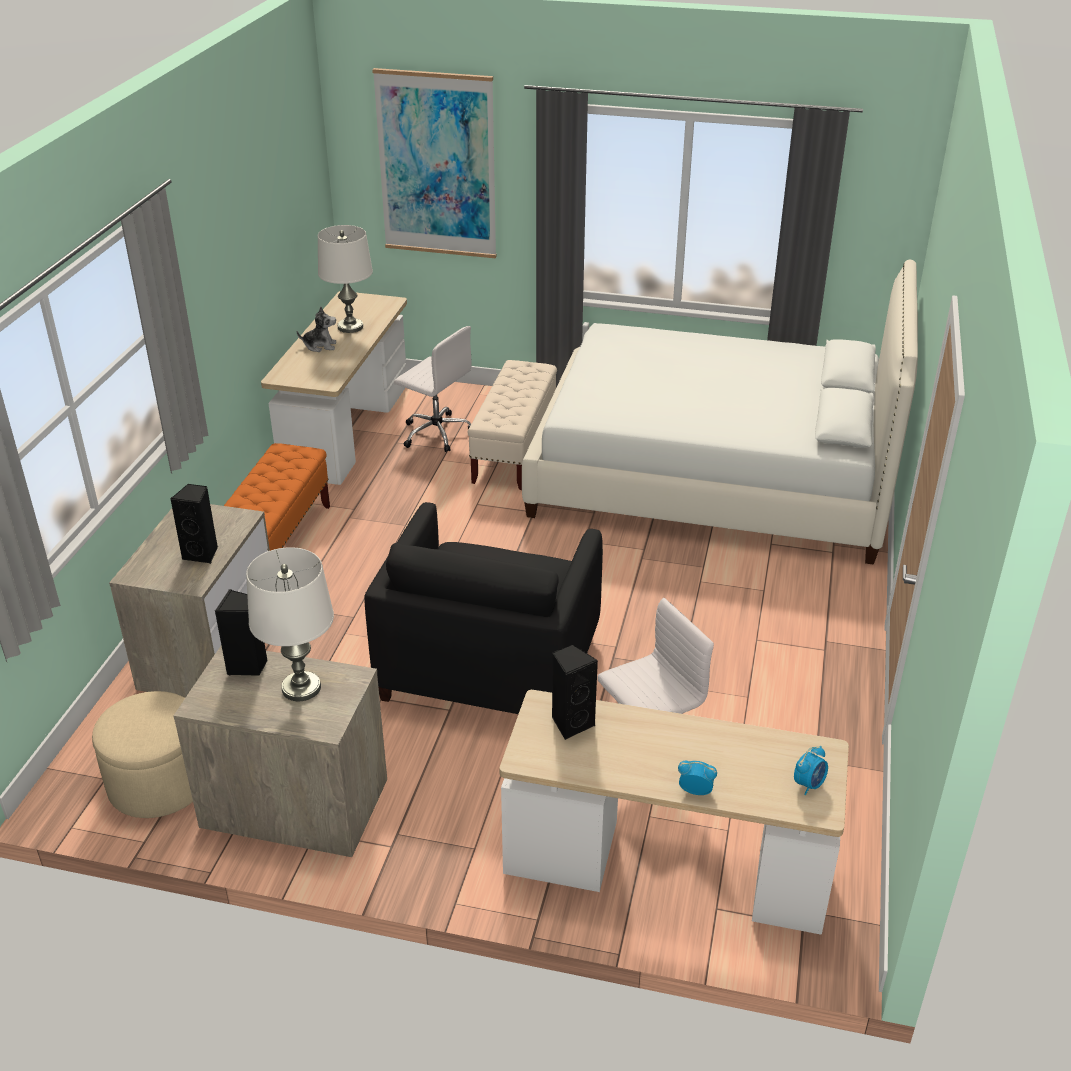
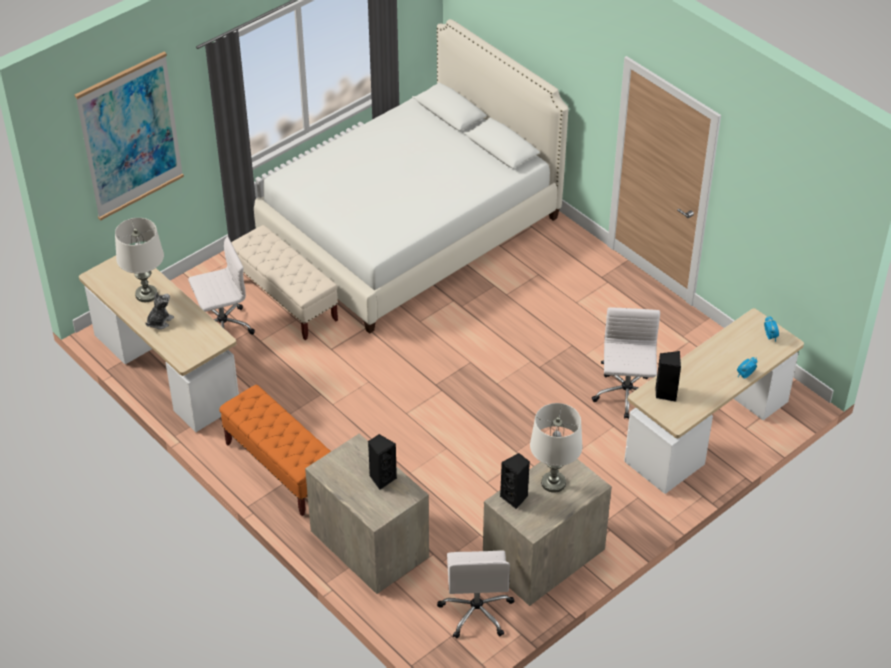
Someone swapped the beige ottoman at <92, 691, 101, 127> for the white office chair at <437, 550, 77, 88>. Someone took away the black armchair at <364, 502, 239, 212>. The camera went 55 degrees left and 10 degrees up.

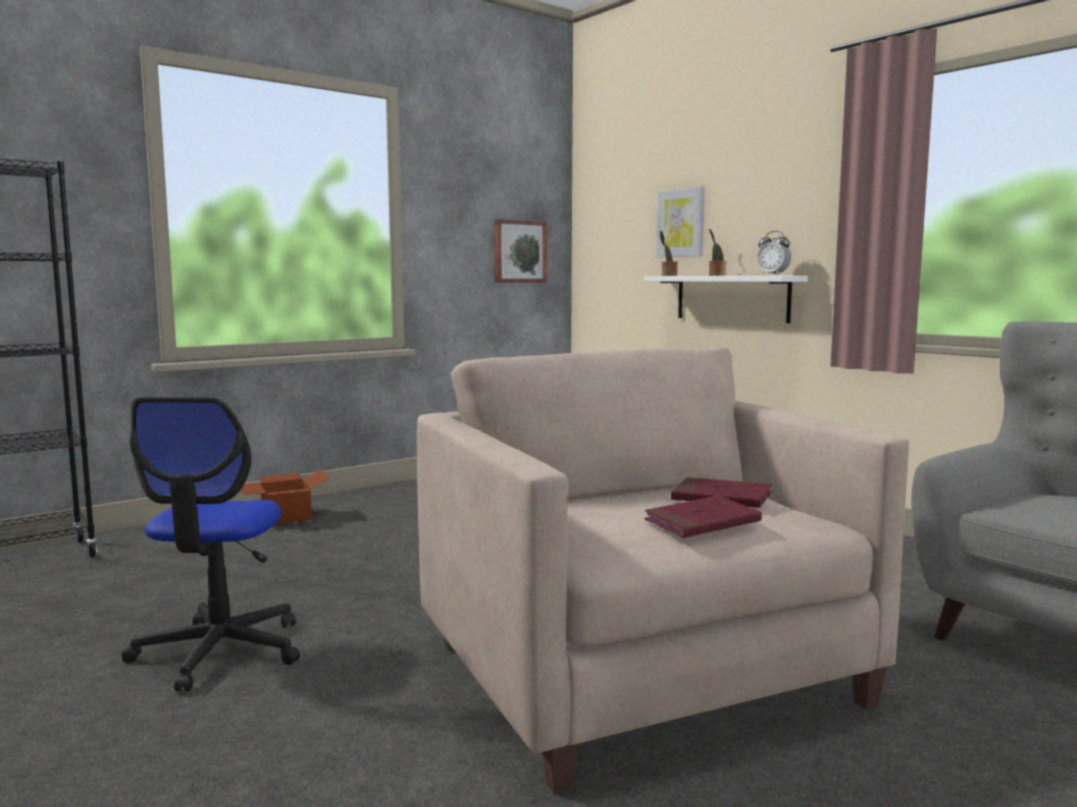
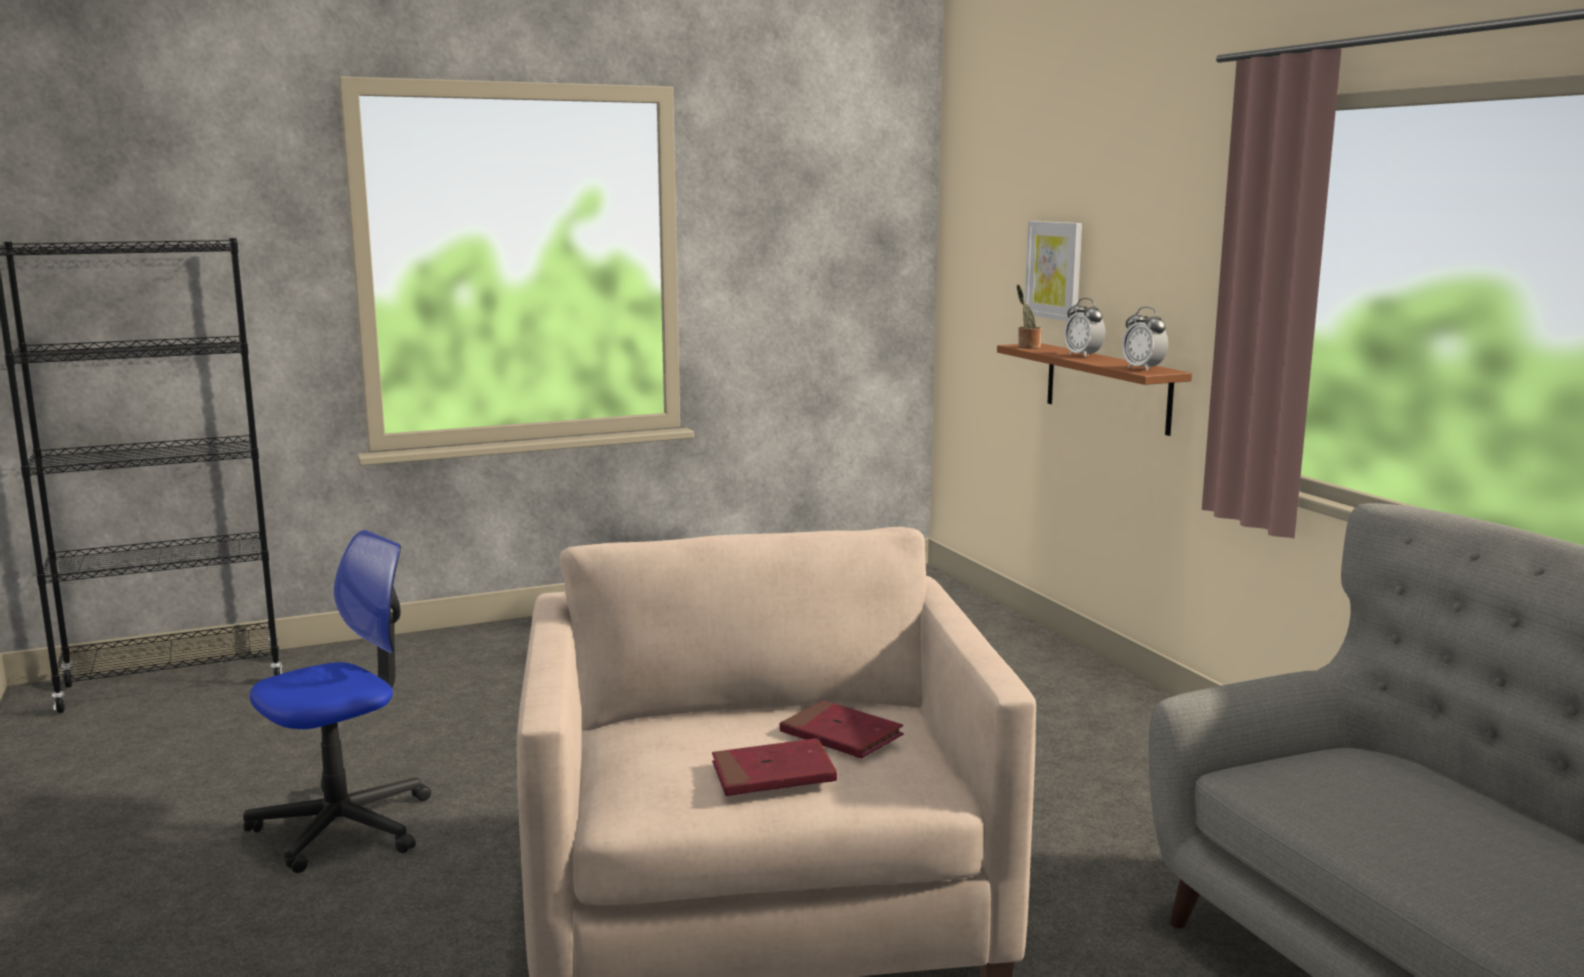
Someone rotated the office chair at <121, 397, 179, 294> by 150 degrees counterclockwise. Someone took away the cardboard box at <241, 470, 89, 54>. Someone took away the picture at <494, 219, 53, 64>. Someone repainted the white shelf at <644, 276, 164, 47>, which became the brown shelf at <997, 343, 195, 93>. Someone swapped the potted plant at <709, 229, 17, 47> for the alarm clock at <1064, 298, 41, 60>. The camera went 15 degrees right and 5 degrees up.

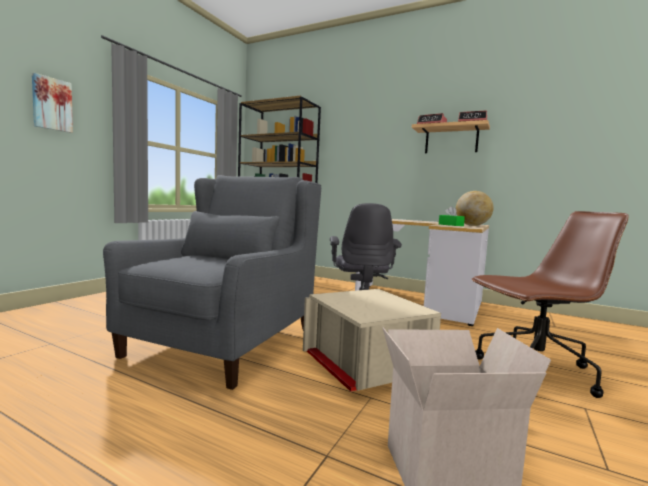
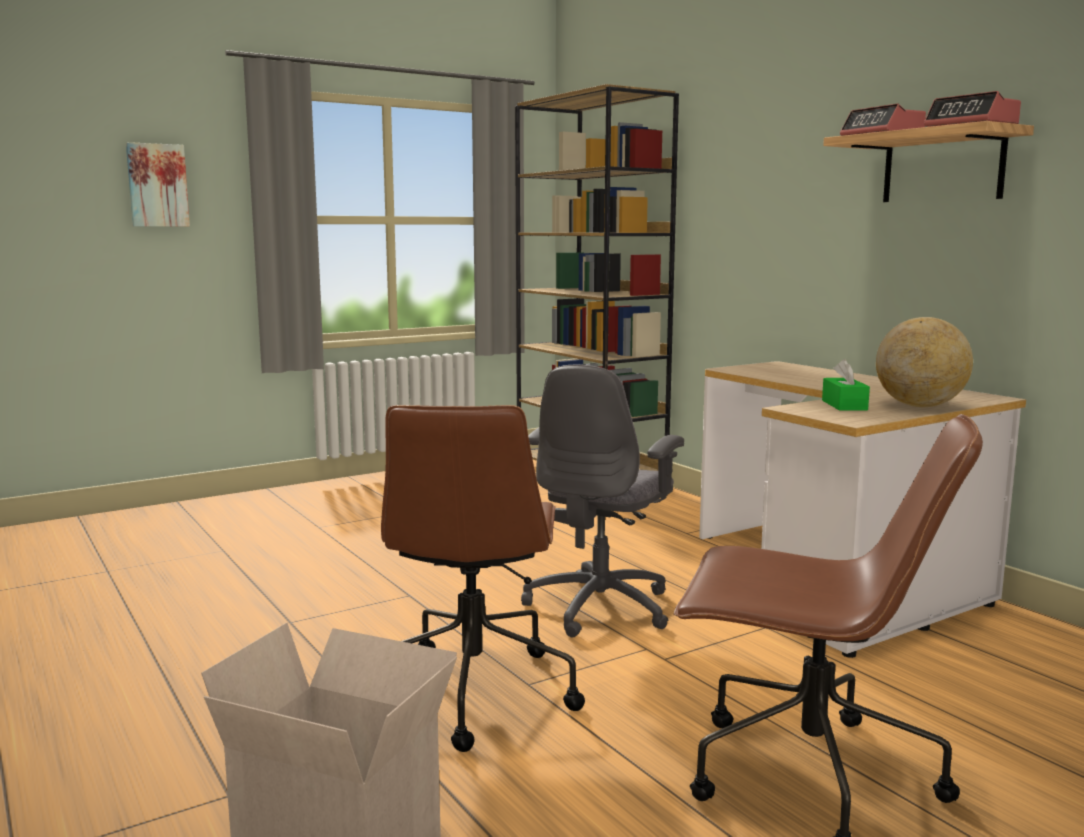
Someone took away the grey armchair at <103, 175, 218, 215>. Someone swapped the beige storage box at <303, 289, 138, 103> for the brown office chair at <381, 405, 204, 347>. The camera went 30 degrees right and 5 degrees up.

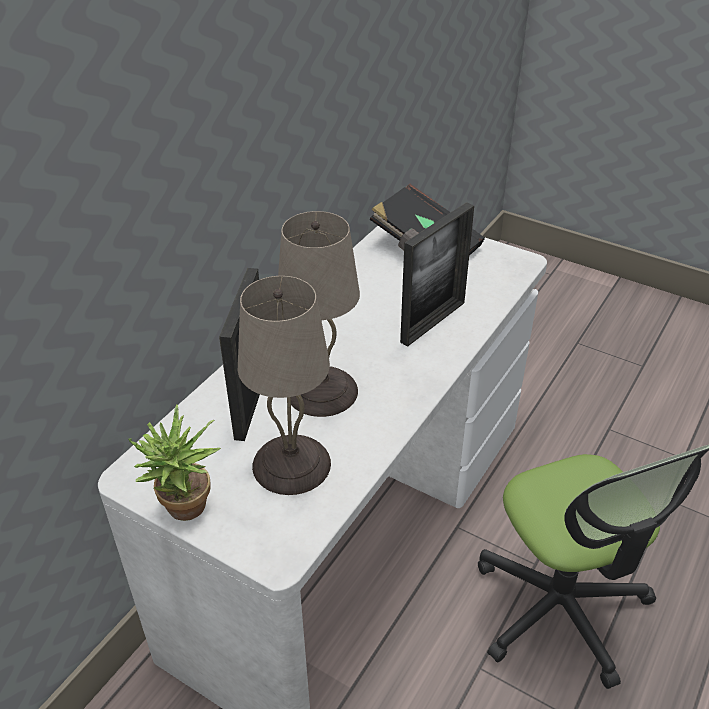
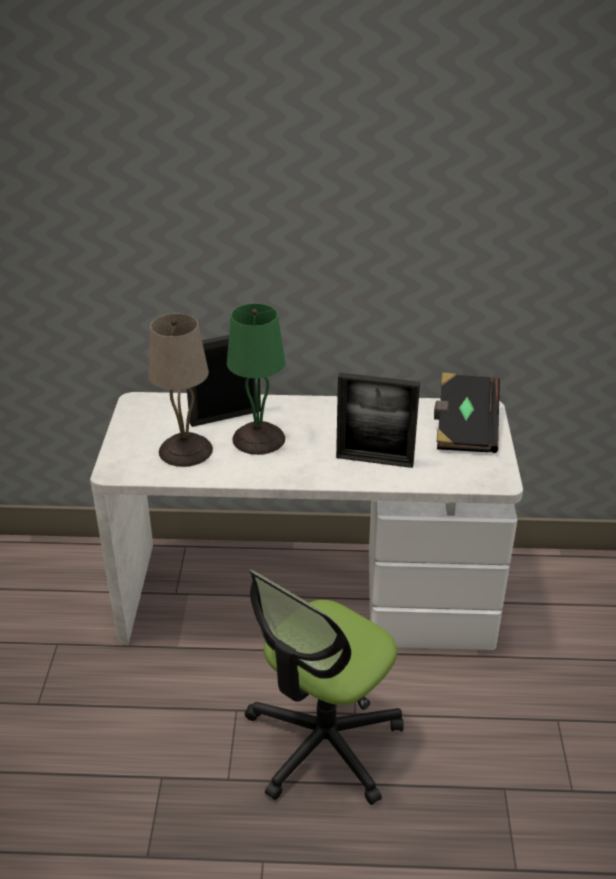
Someone took away the potted plant at <129, 405, 92, 116>. Someone repainted the beige table lamp at <278, 211, 82, 206>, which became the green table lamp at <227, 303, 59, 152>. The camera went 60 degrees right and 5 degrees down.

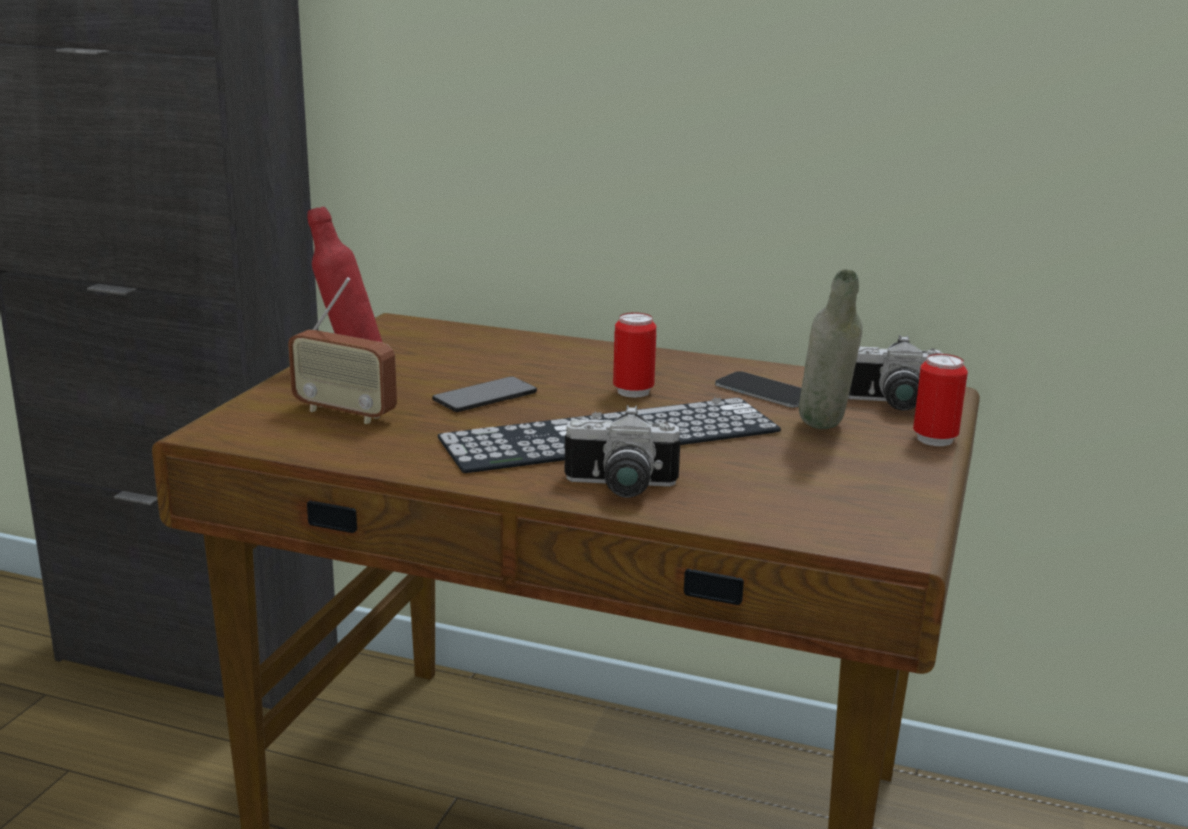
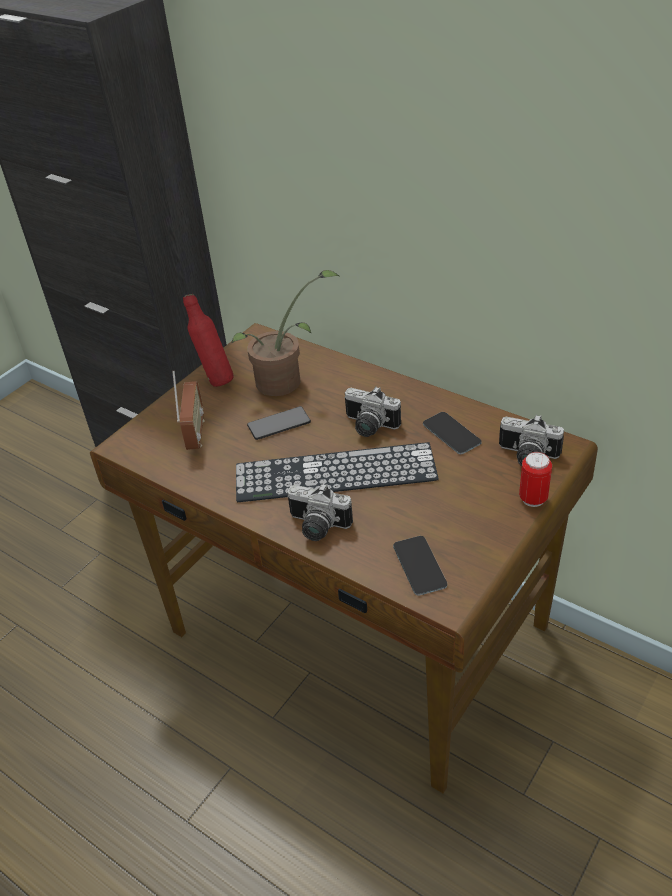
Someone rotated the radio at <288, 277, 109, 147> by 135 degrees counterclockwise. Someone swapped the can at <613, 312, 43, 86> for the photo camera at <344, 386, 57, 51>. Someone took away the grey bottle at <799, 269, 64, 160>. Someone put down the potted plant at <232, 270, 107, 126>. Someone put down the phone at <393, 536, 54, 59>. The camera went 20 degrees right and 20 degrees up.

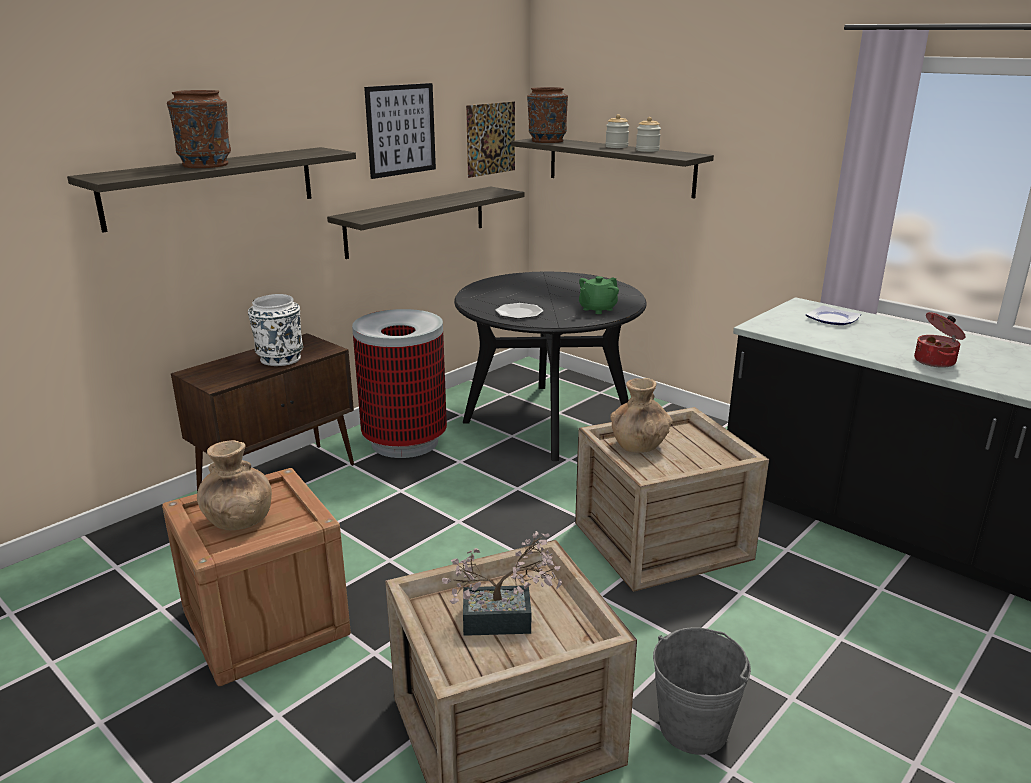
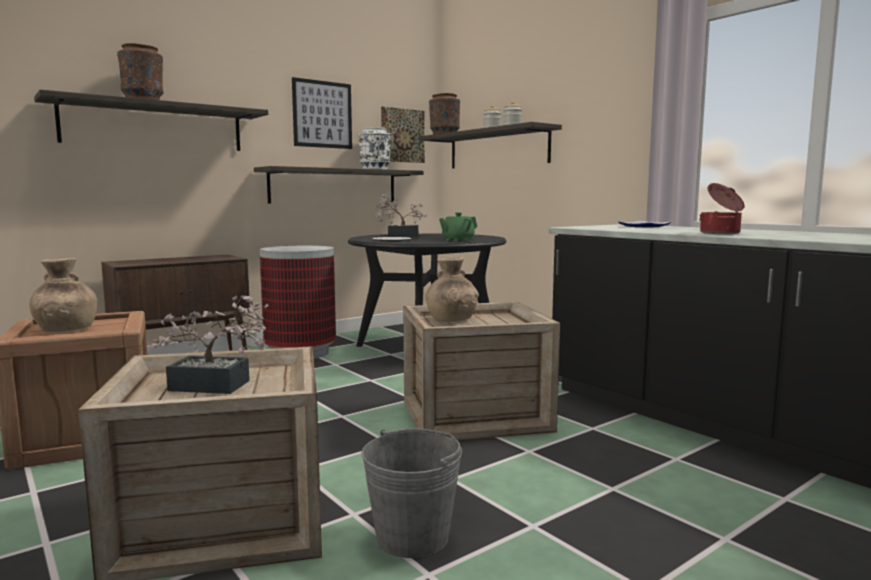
Someone carried the white vase from <248, 294, 55, 72> to <358, 127, 32, 43>. Someone put down the potted plant at <375, 194, 52, 43>. The camera went 10 degrees right and 15 degrees down.

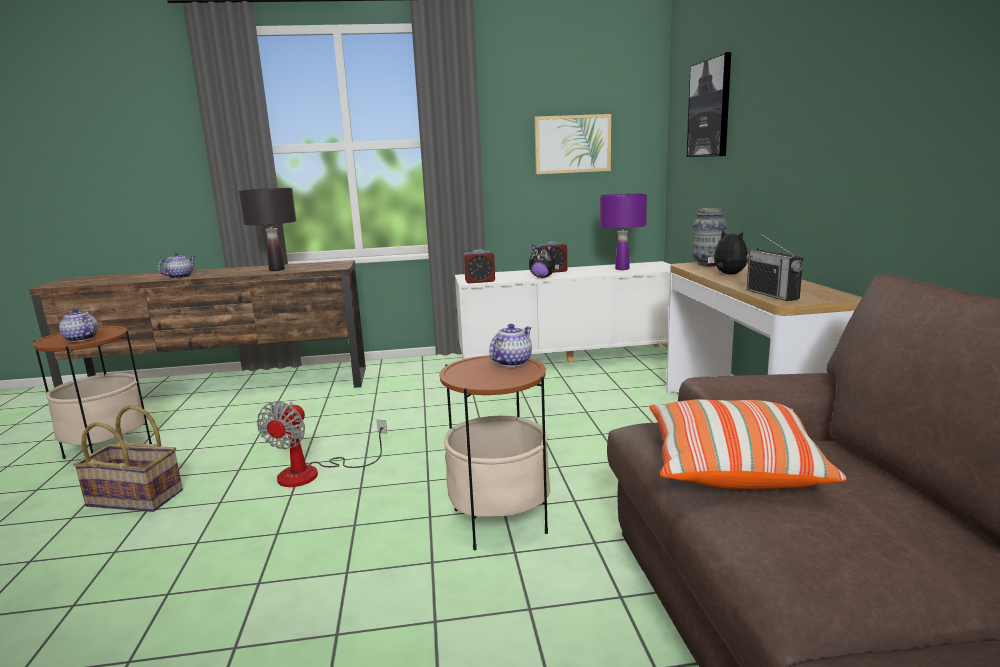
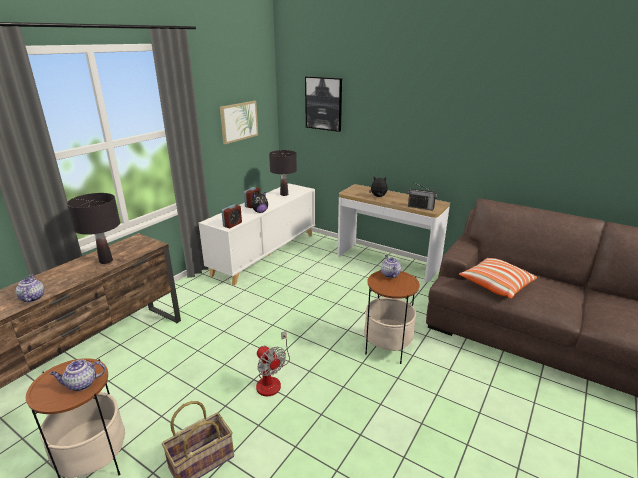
Someone repainted the purple table lamp at <600, 194, 47, 76>, which became the black table lamp at <269, 150, 28, 46>. Someone took away the vase at <692, 208, 35, 58>. The camera went 50 degrees left and 10 degrees up.

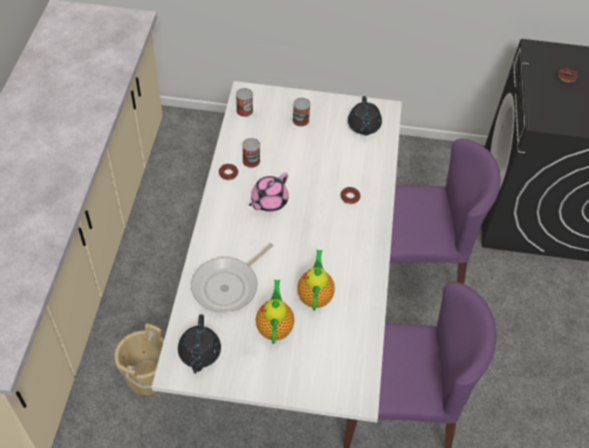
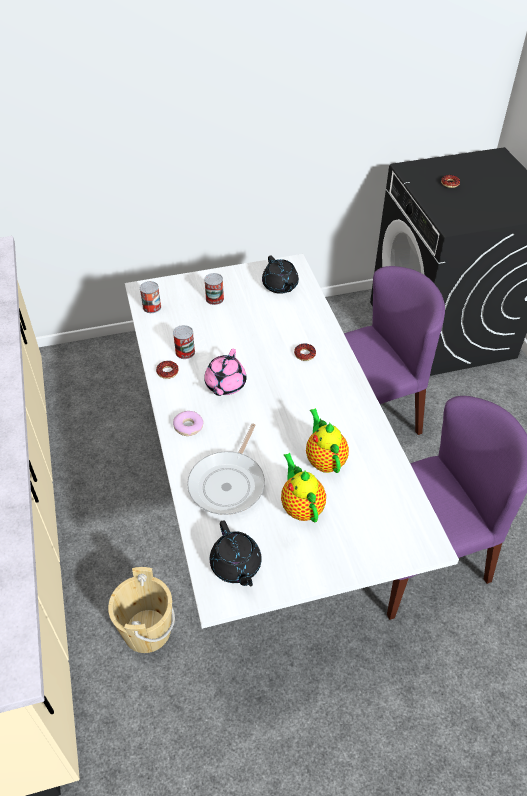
Someone put down the donut at <173, 411, 31, 25>. The camera went 20 degrees left and 5 degrees down.

